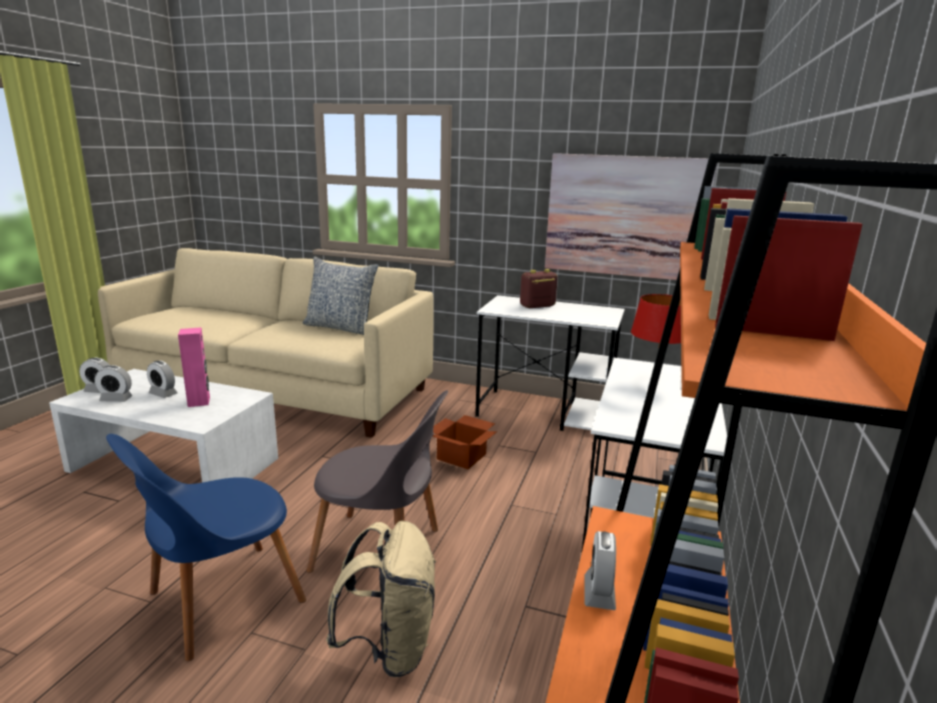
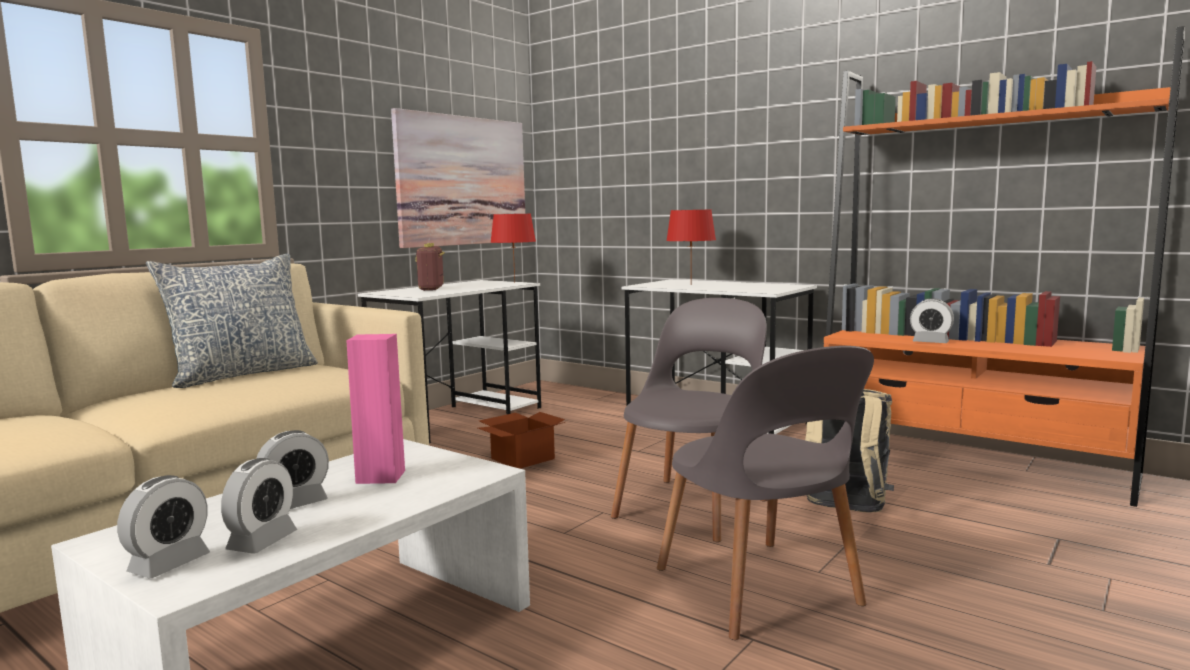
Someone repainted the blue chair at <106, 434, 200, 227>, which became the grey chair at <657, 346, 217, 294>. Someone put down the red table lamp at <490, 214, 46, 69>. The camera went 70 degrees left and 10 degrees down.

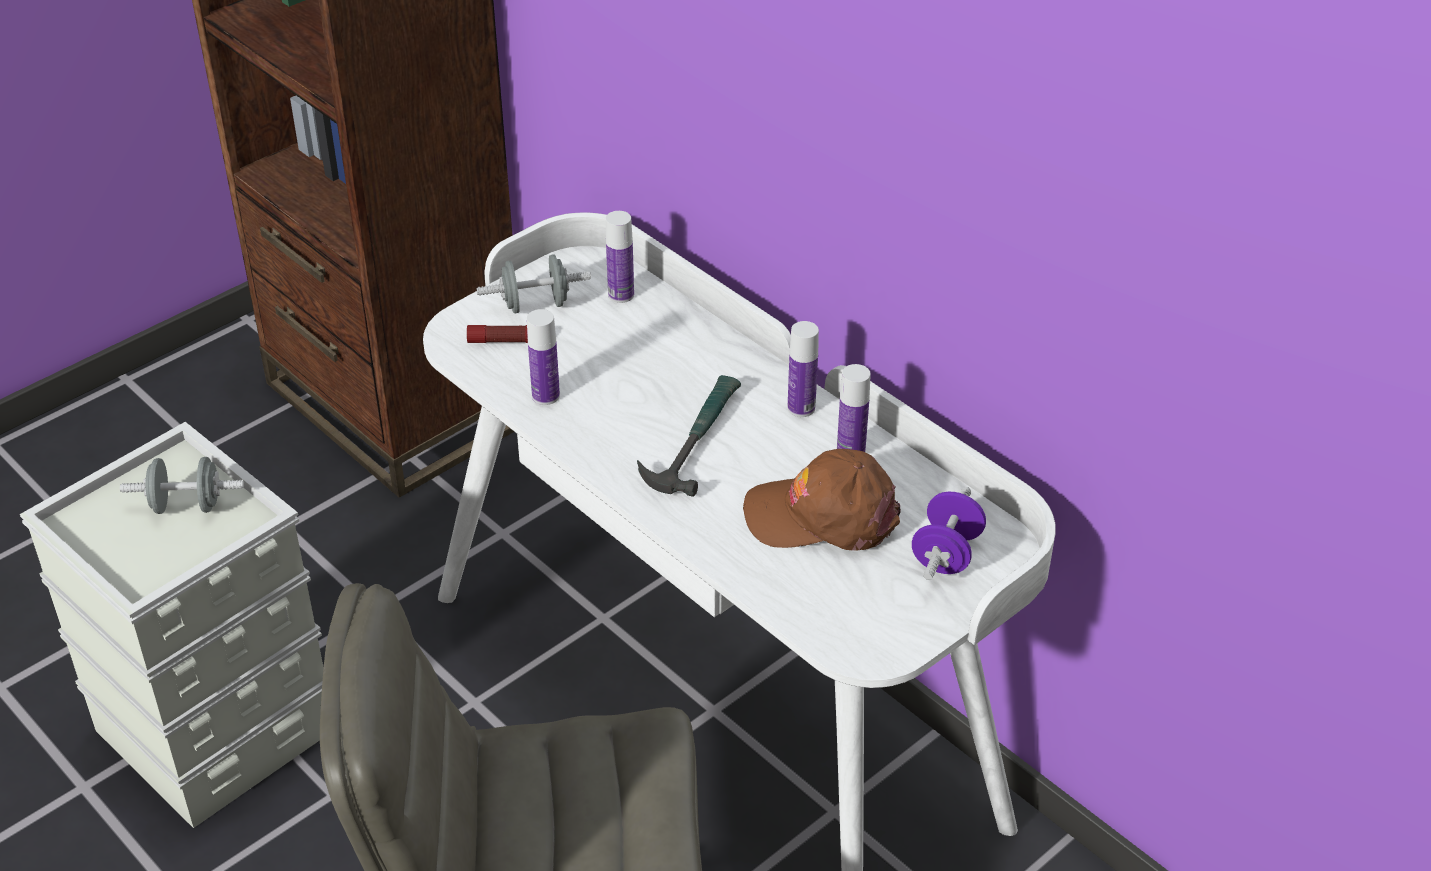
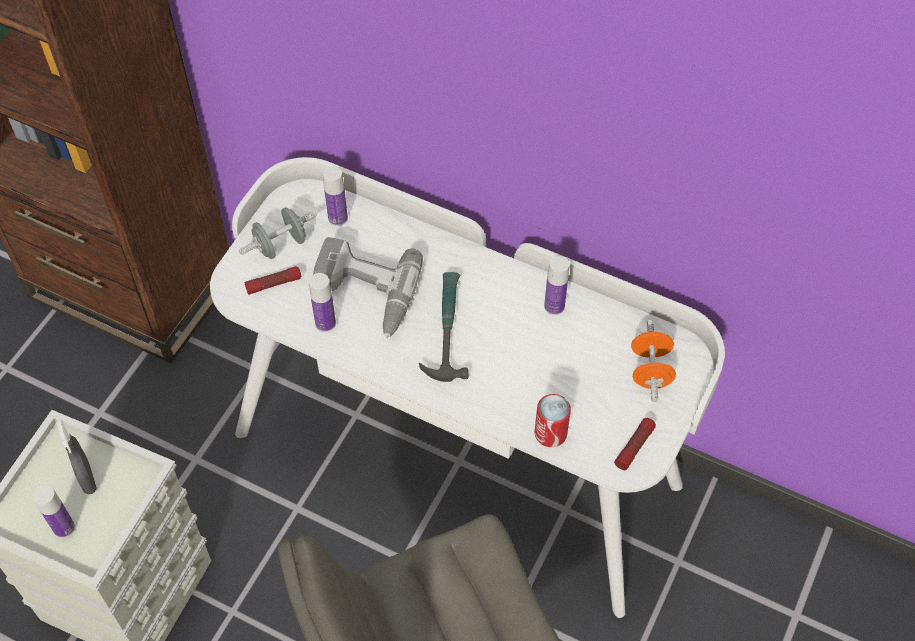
Someone swapped the grey dumbbell at <120, 457, 124, 57> for the grey spray bottle at <57, 420, 40, 74>. Someone took away the brown cap at <743, 449, 158, 101>. Someone carried the bottle from <788, 321, 31, 96> to <33, 485, 42, 53>. Someone repainted the purple dumbbell at <912, 487, 74, 93>, which became the orange dumbbell at <631, 320, 45, 82>. Someone put down the power drill at <313, 237, 110, 101>. Someone put down the can at <535, 394, 36, 53>. Someone put down the flashlight at <614, 418, 42, 52>. The camera went 20 degrees left and 15 degrees up.

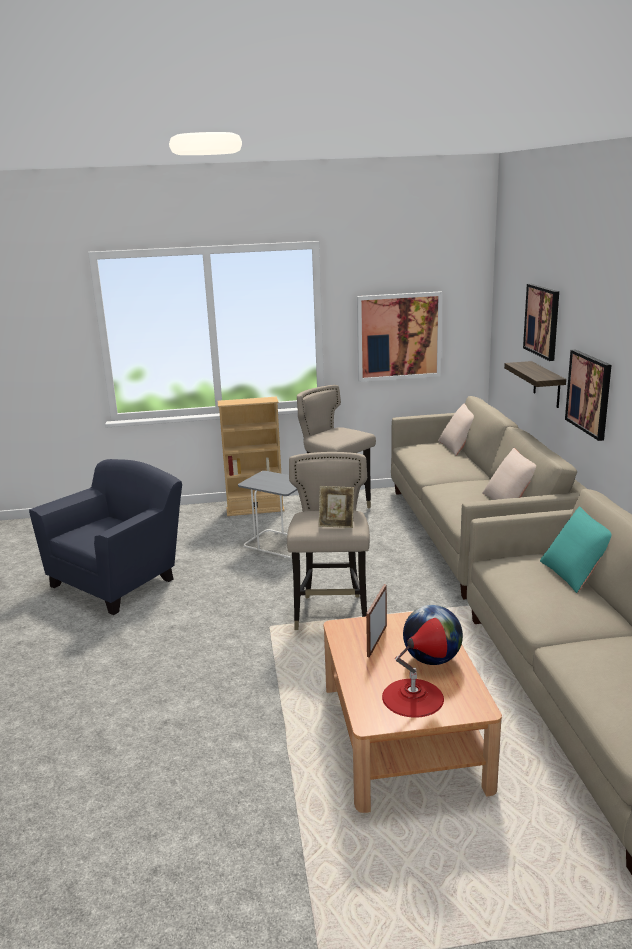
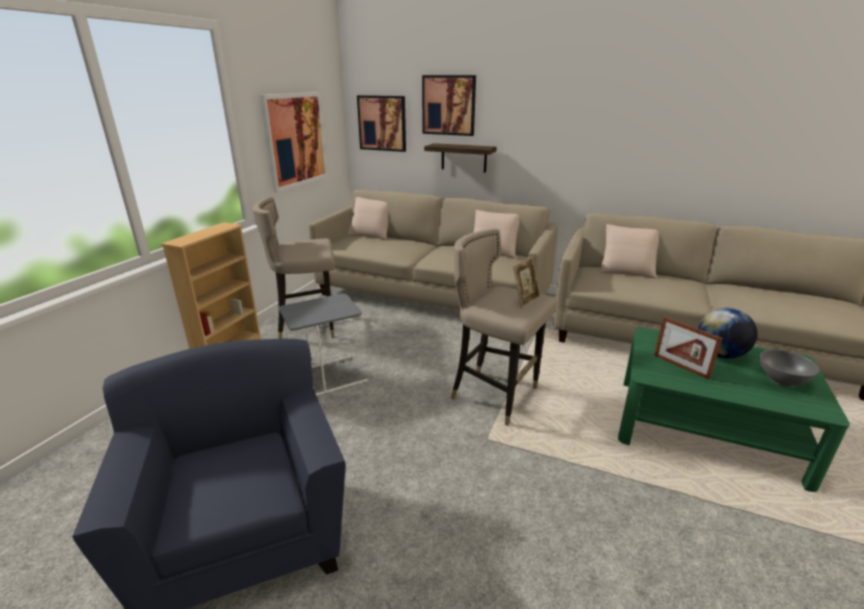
Someone repainted the brown coffee table at <324, 612, 178, 201>, which became the green coffee table at <618, 327, 232, 165>. Someone swapped the red table lamp at <382, 618, 65, 100> for the grey bowl at <760, 349, 60, 38>. Someone repainted the turquoise pillow at <540, 506, 72, 87>, which became the beige pillow at <601, 224, 58, 54>. Someone carried the picture from <565, 350, 47, 91> to <357, 95, 49, 57>. The camera went 60 degrees left and 5 degrees up.

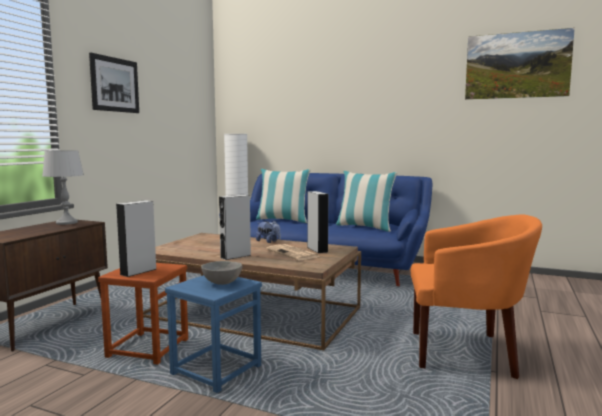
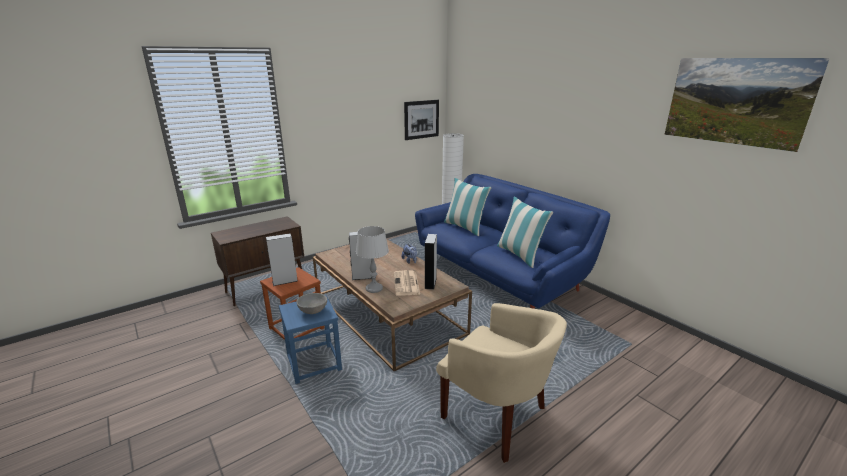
Someone carried the grey table lamp from <42, 150, 42, 75> to <356, 226, 33, 67>. Someone carried the picture from <89, 53, 50, 60> to <404, 100, 35, 40>. Someone repainted the orange armchair at <411, 214, 131, 165>, which became the beige armchair at <436, 303, 131, 160>. The camera went 30 degrees right and 15 degrees up.

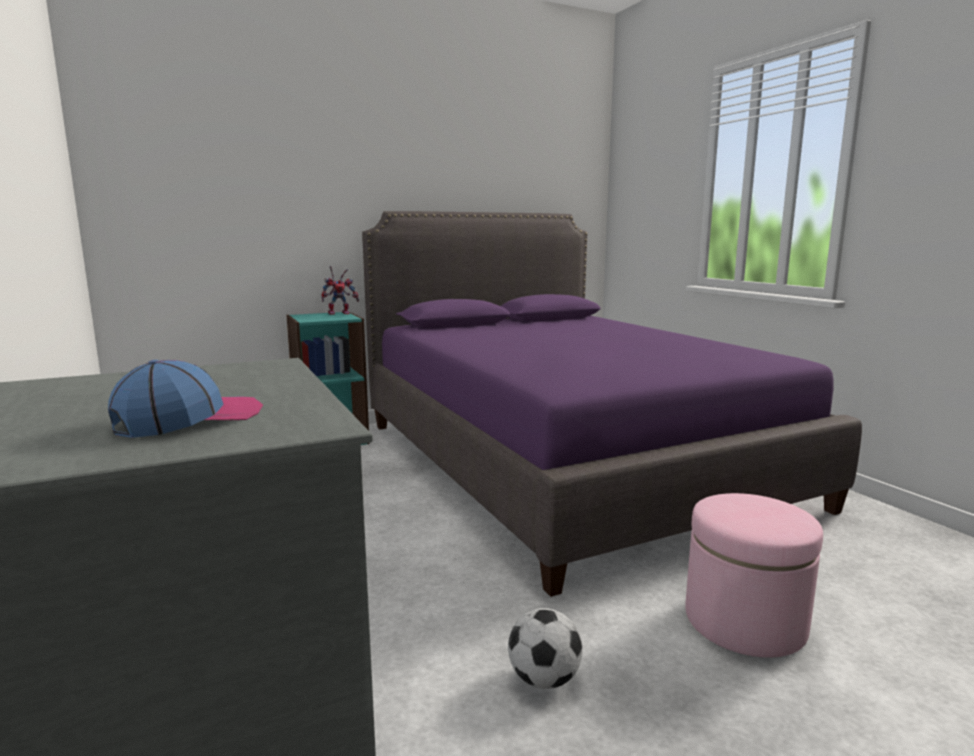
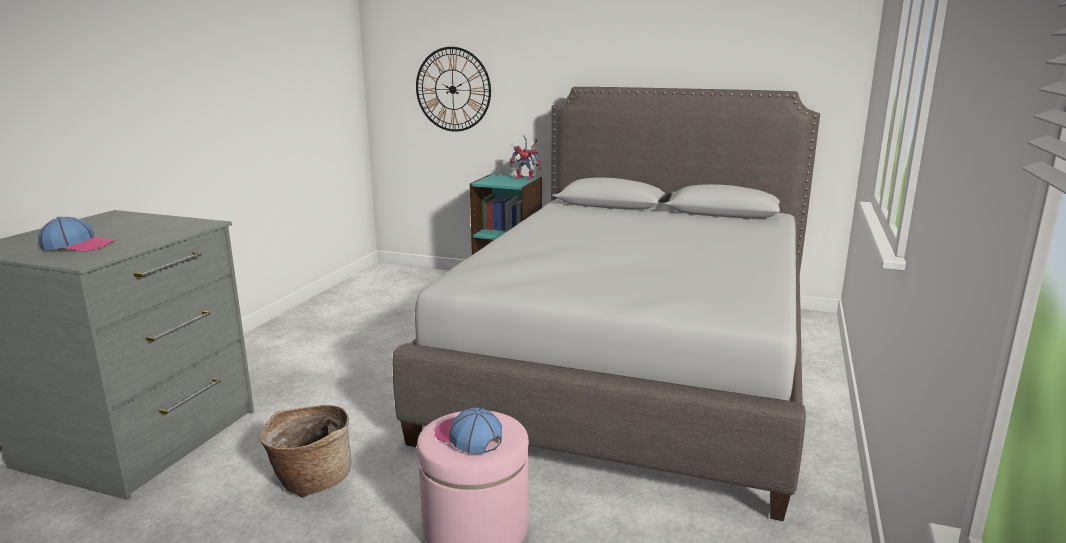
Someone repainted the purple bed at <362, 211, 500, 386>, which became the grey bed at <393, 87, 427, 434>. Someone swapped the football at <508, 608, 74, 81> for the basket at <260, 405, 91, 93>. Someone put up the wall clock at <416, 47, 75, 85>. Someone put down the cap at <435, 408, 67, 46>. The camera went 45 degrees right and 5 degrees up.

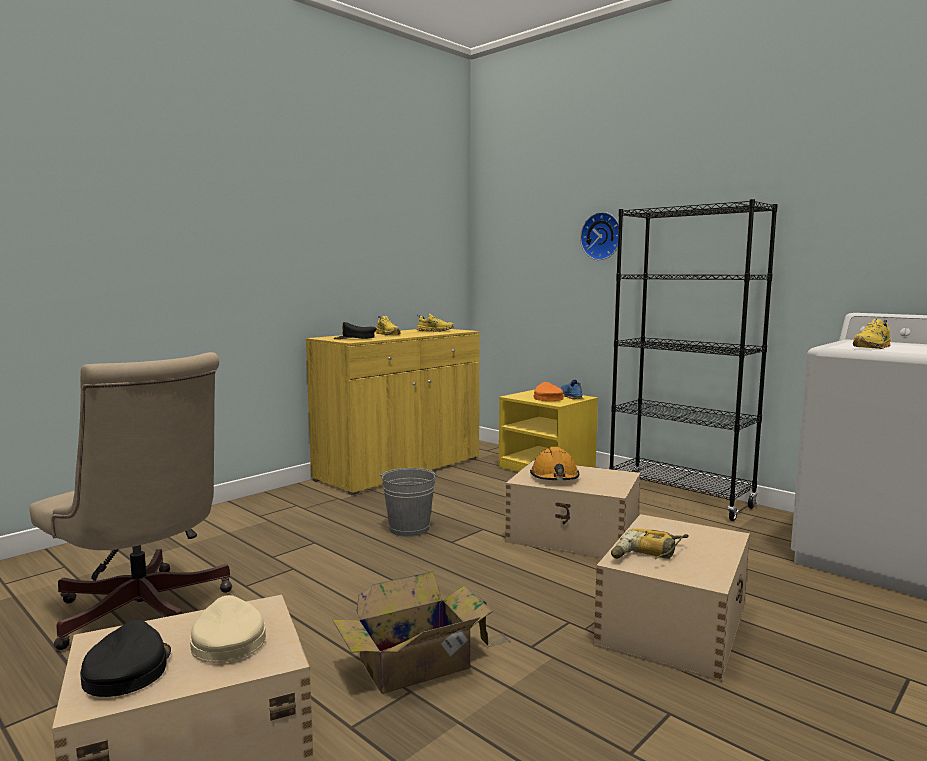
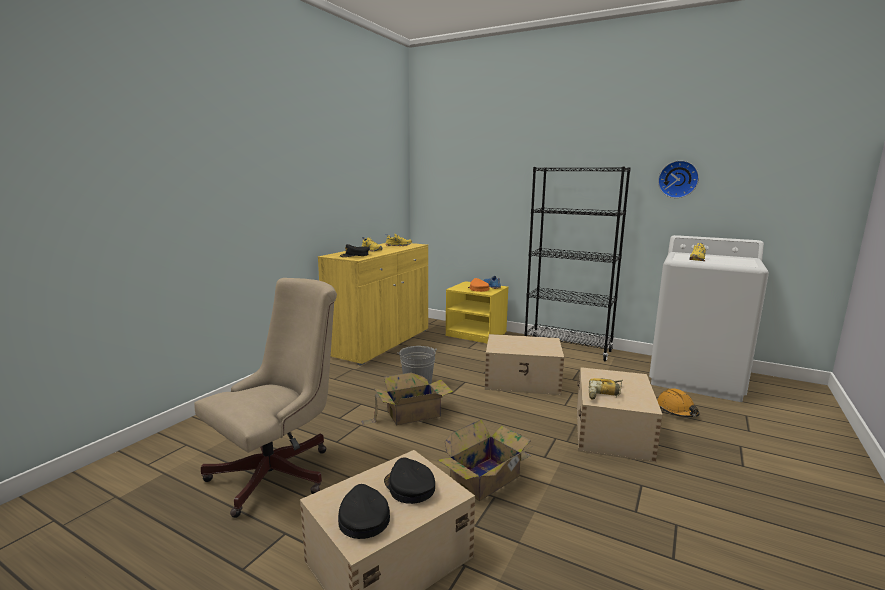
Someone rotated the beige office chair at <29, 352, 204, 298> by 75 degrees counterclockwise. Someone repainted the beige cap at <190, 595, 76, 68>, which became the black cap at <384, 458, 51, 46>. Someone carried the orange hard hat from <530, 447, 49, 33> to <657, 388, 42, 29>. Someone carried the wall clock from <580, 212, 39, 48> to <658, 160, 41, 38>. Someone put down the cardboard box at <361, 373, 92, 52>. The camera went 15 degrees left and 5 degrees up.

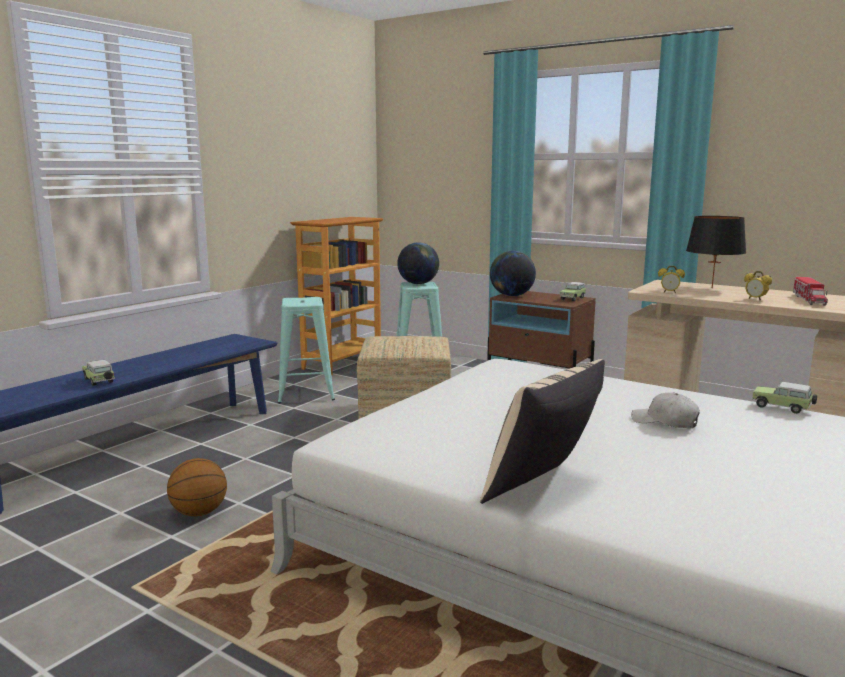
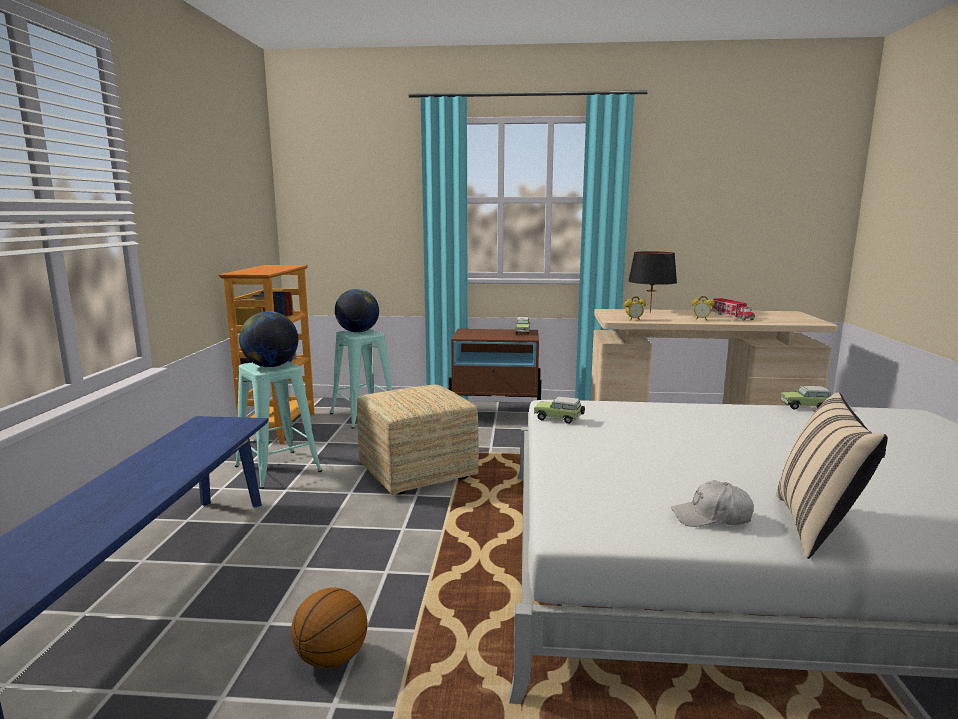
Someone carried the toy car from <82, 360, 33, 26> to <534, 397, 51, 27>. Someone carried the globe from <490, 251, 46, 45> to <239, 311, 59, 56>. Someone carried the white cap from <631, 393, 69, 36> to <671, 481, 83, 46>. The camera went 30 degrees left and 0 degrees up.

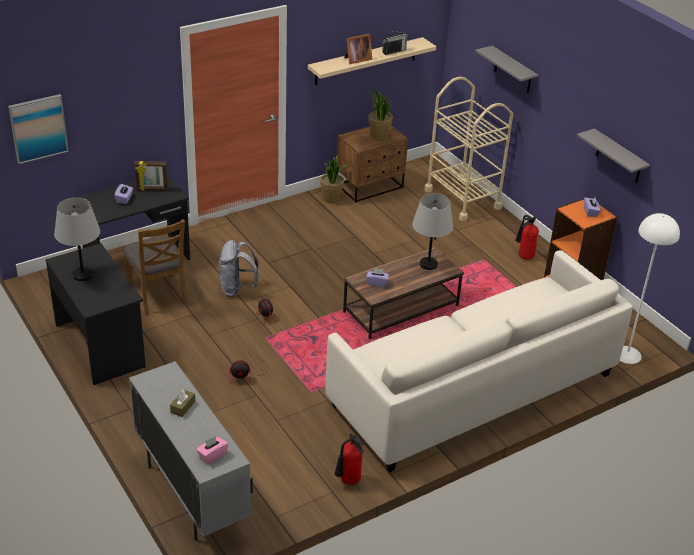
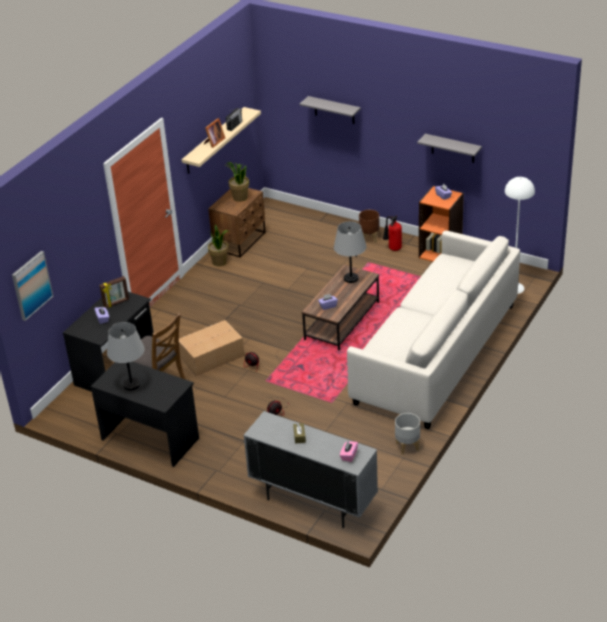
Someone swapped the grey backpack at <219, 240, 39, 57> for the cardboard box at <179, 320, 66, 56>. Someone swapped the fire extinguisher at <334, 434, 30, 51> for the grey planter at <395, 413, 25, 42>. Someone took away the beige cart at <424, 77, 89, 145>. Someone put down the brown planter at <359, 210, 21, 33>. The camera went 25 degrees left and 0 degrees up.

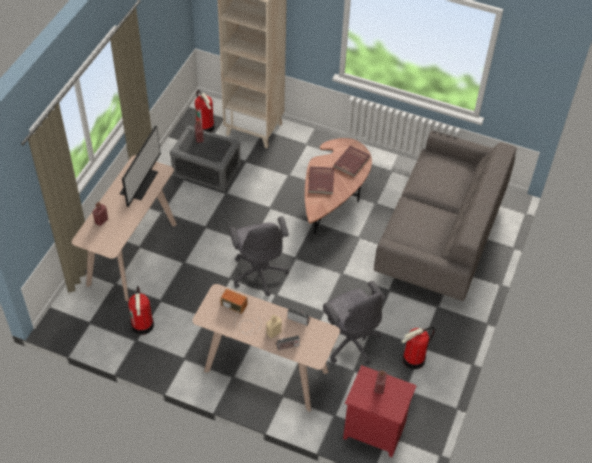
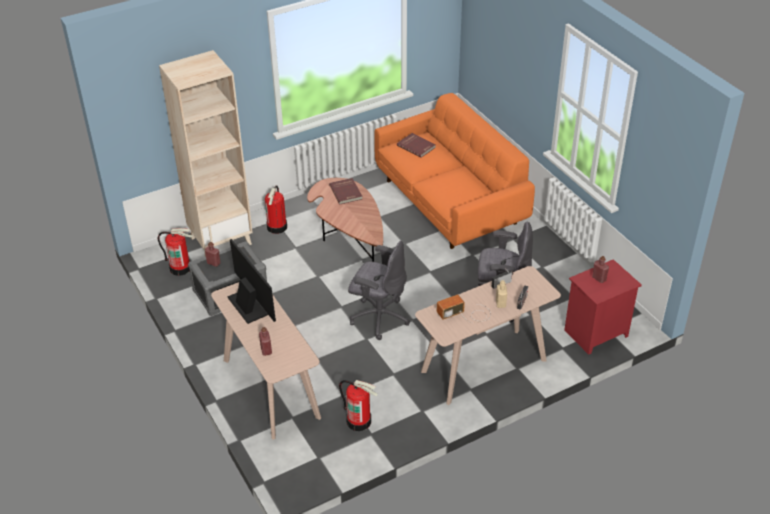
Someone carried the red book from <308, 166, 26, 29> to <397, 133, 39, 25>. Someone repainted the grey sofa at <374, 130, 142, 171>, which became the orange sofa at <374, 93, 161, 156>. Someone carried the fire extinguisher from <401, 327, 34, 42> to <265, 185, 22, 49>. The camera went 50 degrees left and 10 degrees down.

